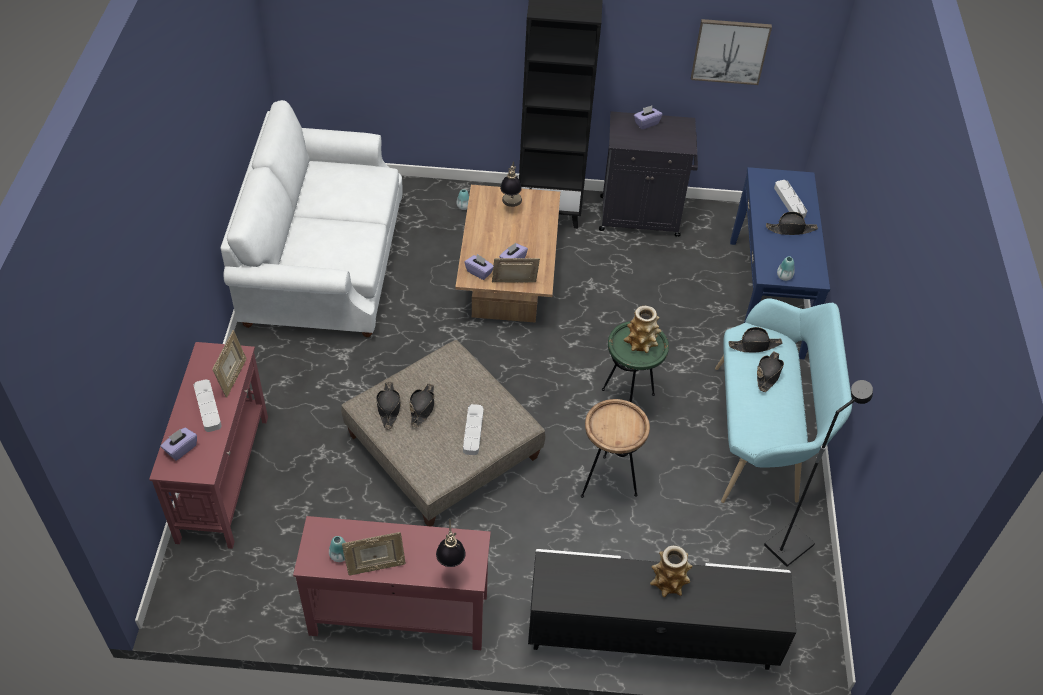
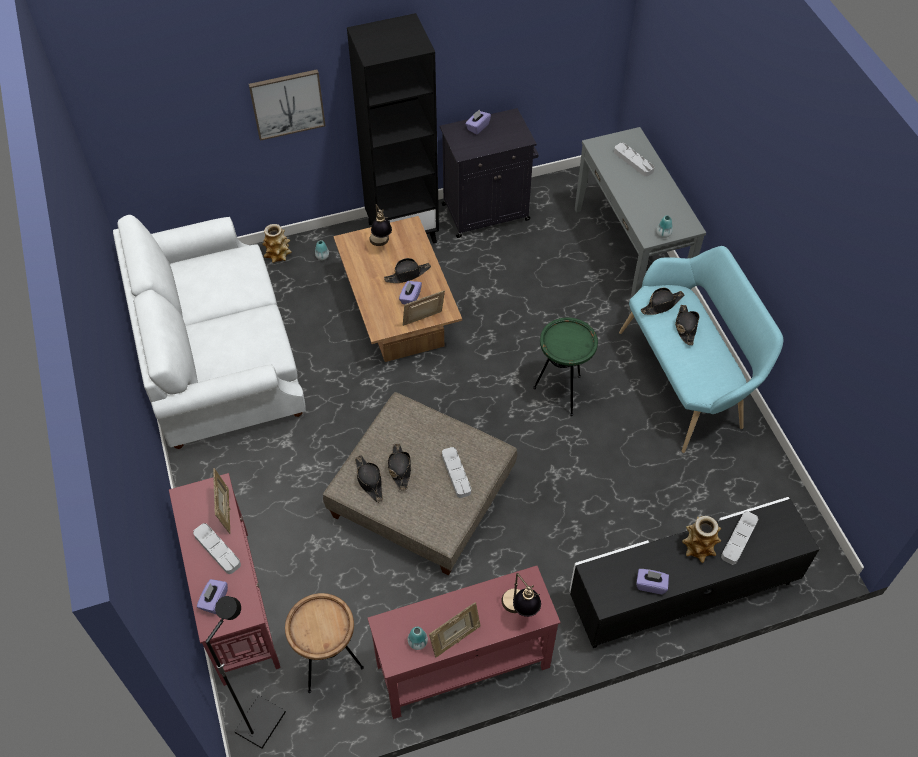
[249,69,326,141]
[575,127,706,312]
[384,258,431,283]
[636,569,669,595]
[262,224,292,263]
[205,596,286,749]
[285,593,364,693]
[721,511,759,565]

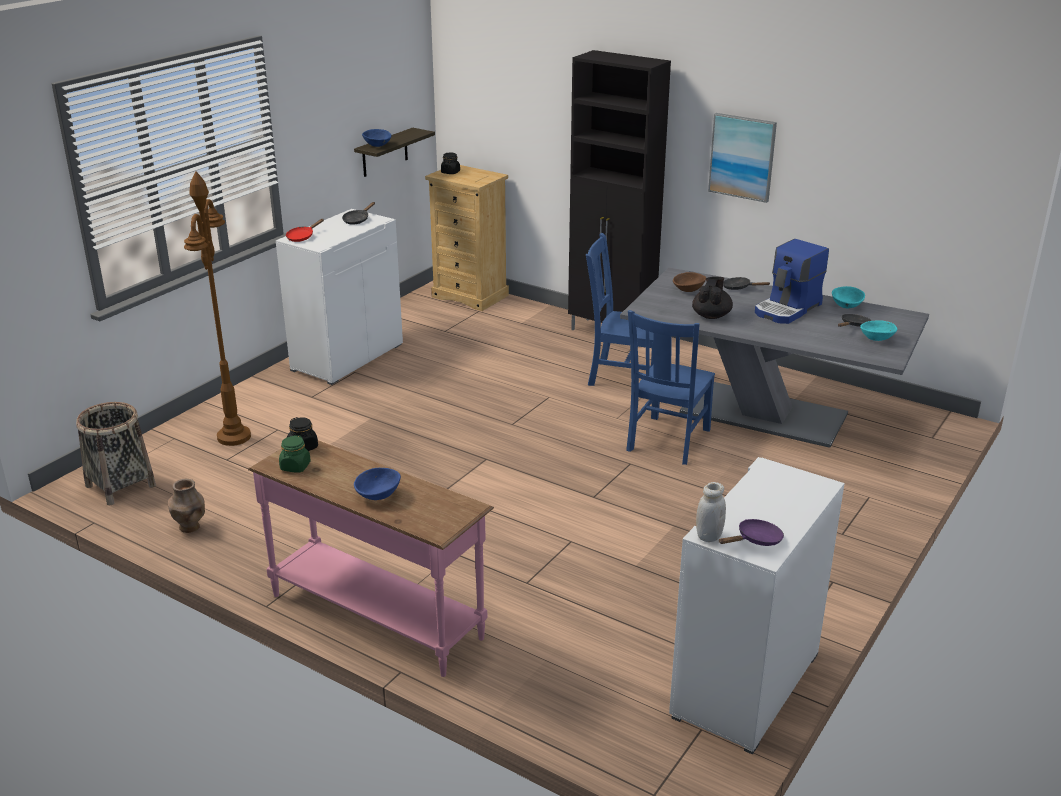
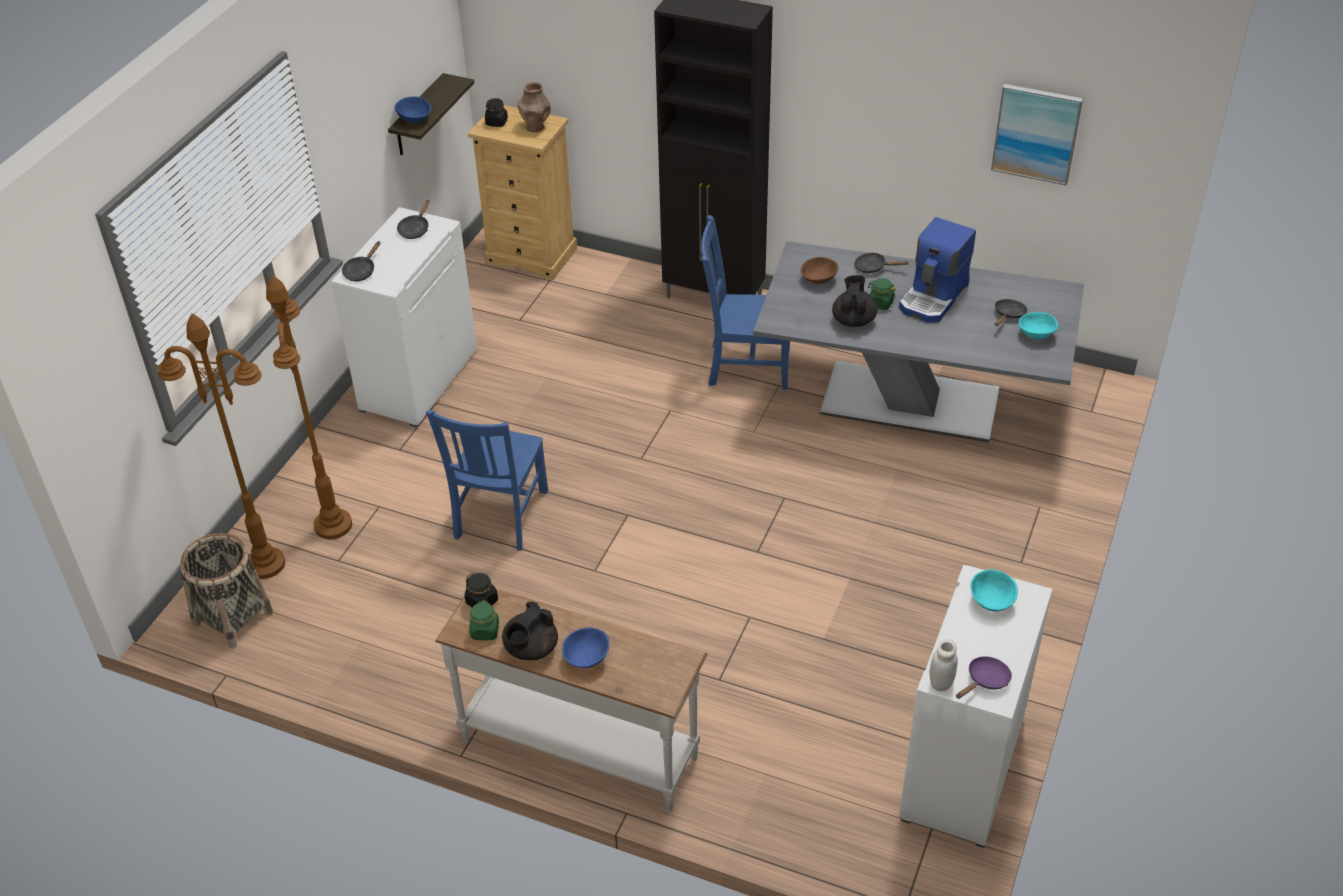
[991,84,1083,185]
[342,241,380,281]
[971,569,1018,612]
[426,410,548,550]
[435,588,708,812]
[517,82,551,132]
[868,278,896,310]
[158,313,285,579]
[502,602,558,660]

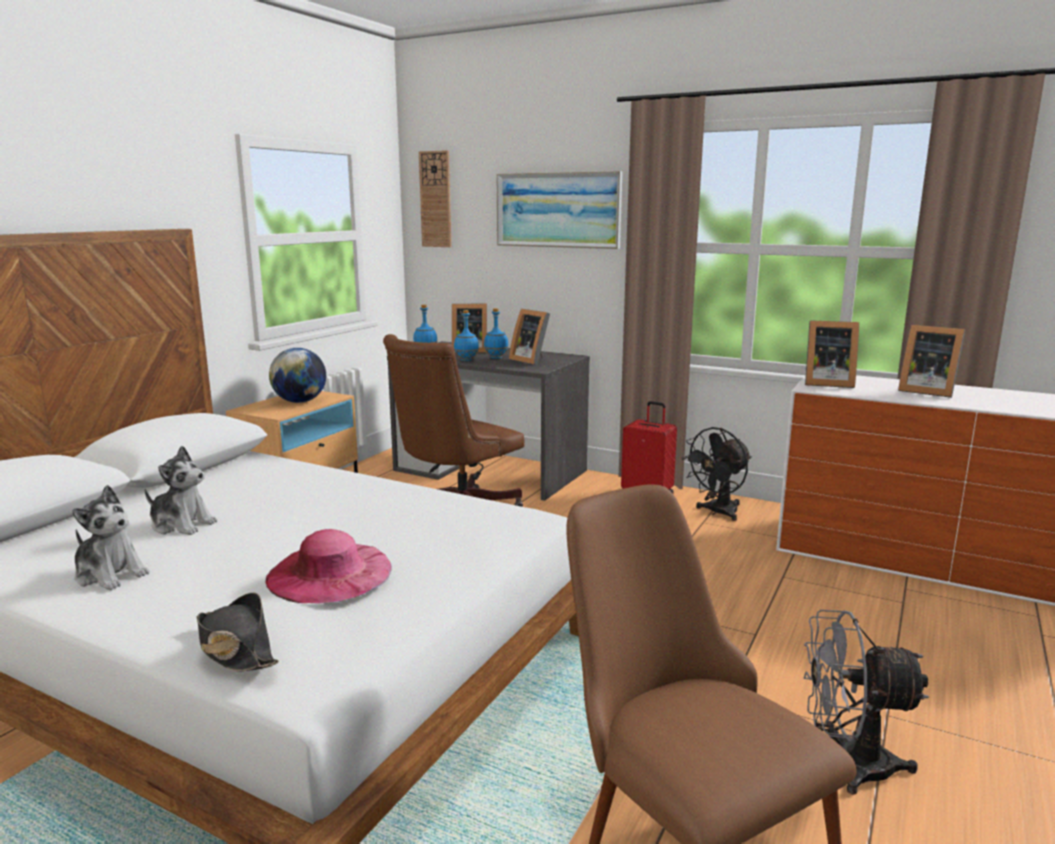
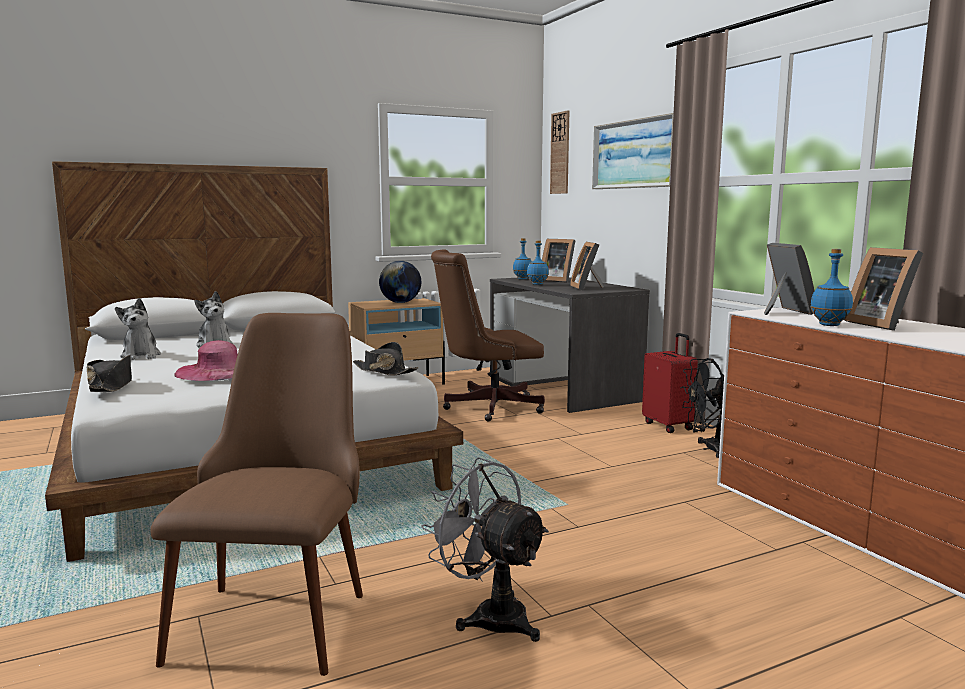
[810,249,853,326]
[764,243,814,315]
[353,342,418,376]

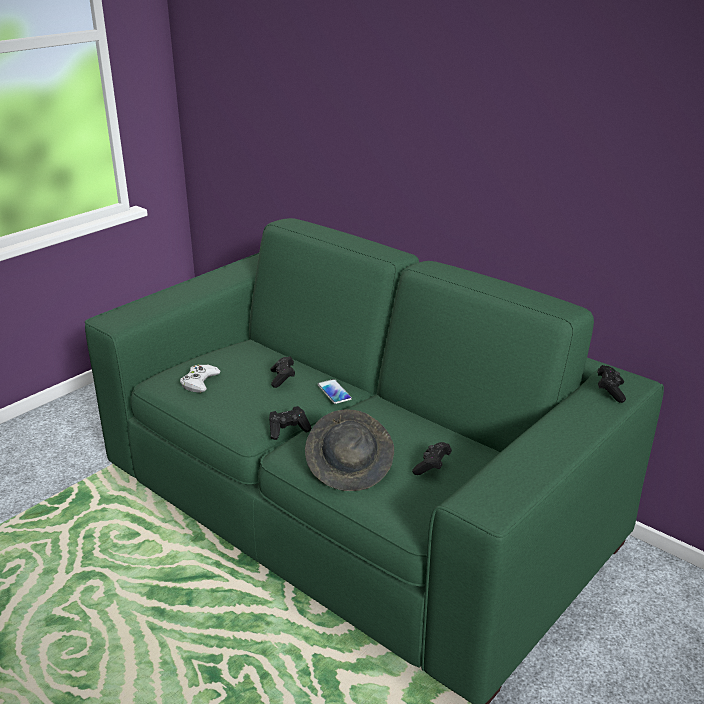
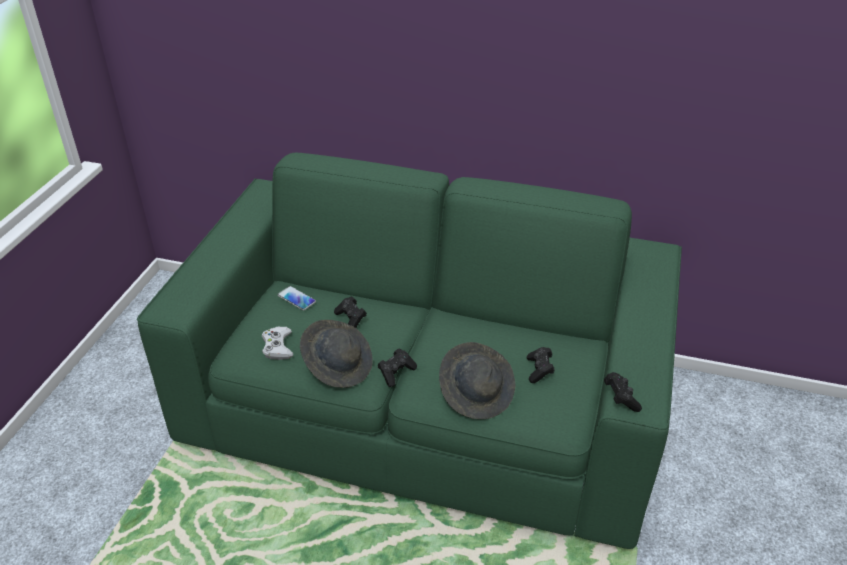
[604,372,642,412]
[278,286,316,310]
[300,320,373,388]

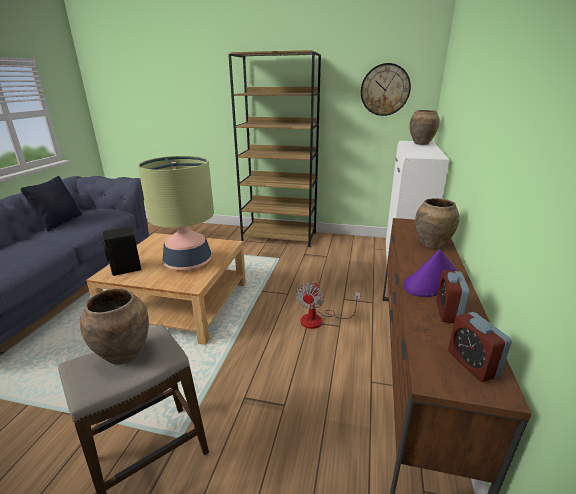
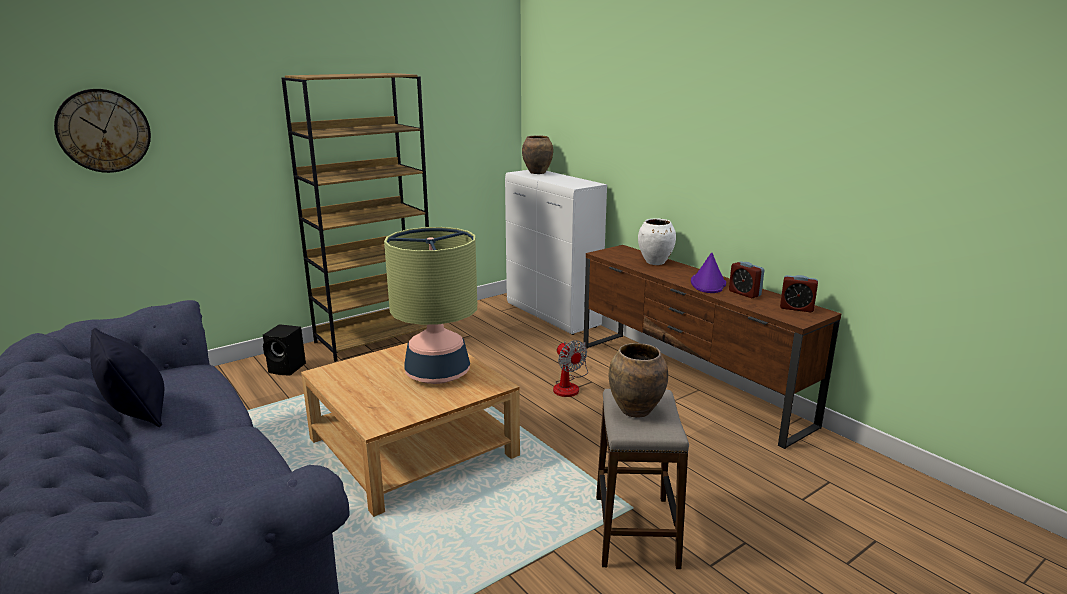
[54,89,151,173]
[638,219,676,265]
[263,324,306,375]

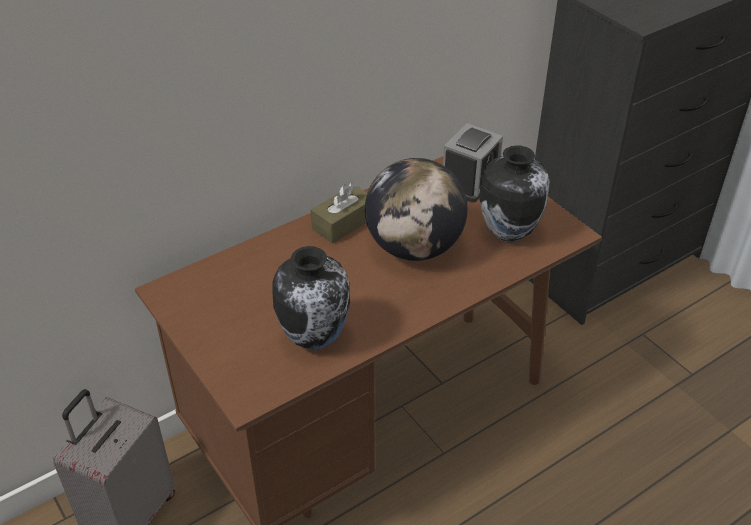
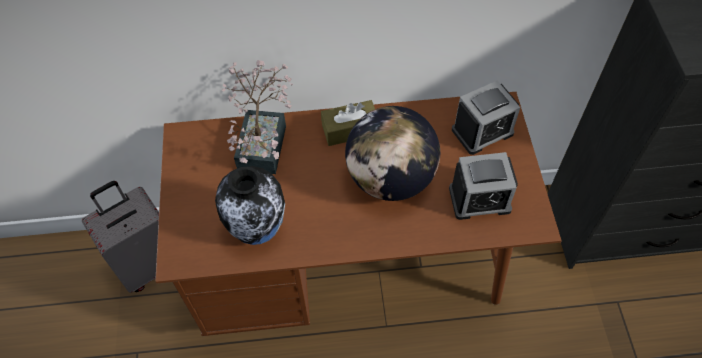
[449,152,518,220]
[222,60,293,174]

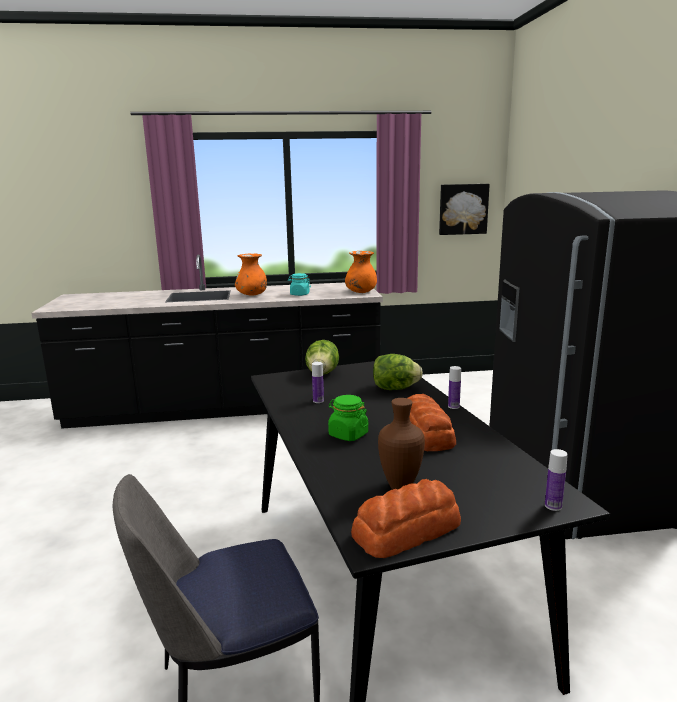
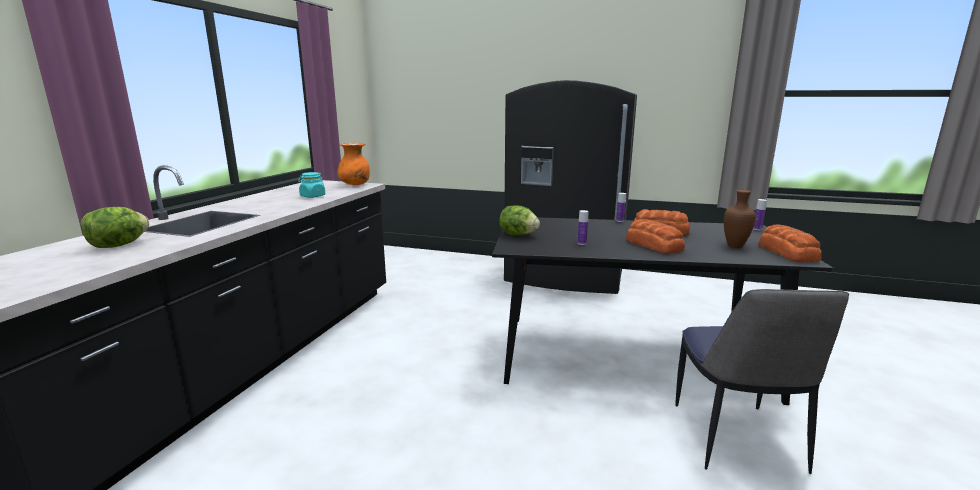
[439,184,490,235] (first image)
[235,253,267,295] (first image)
[81,207,149,248]
[626,219,685,254]

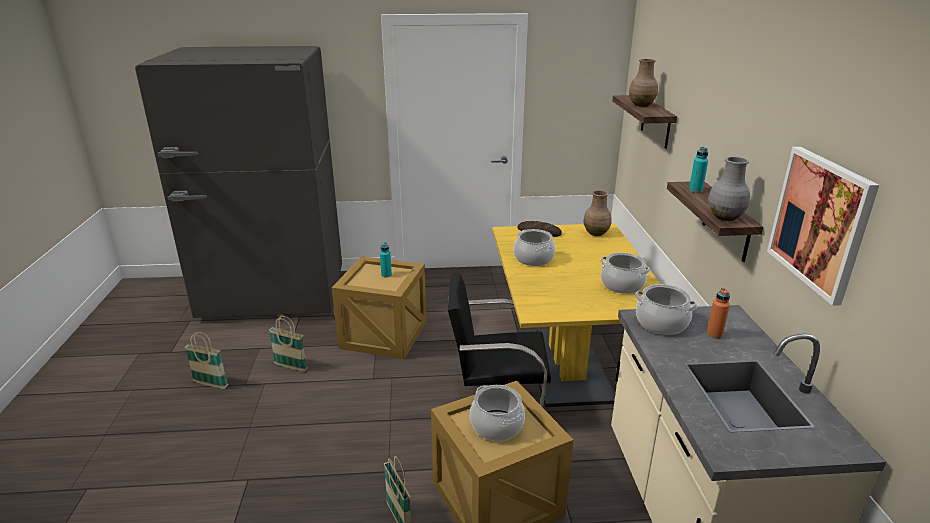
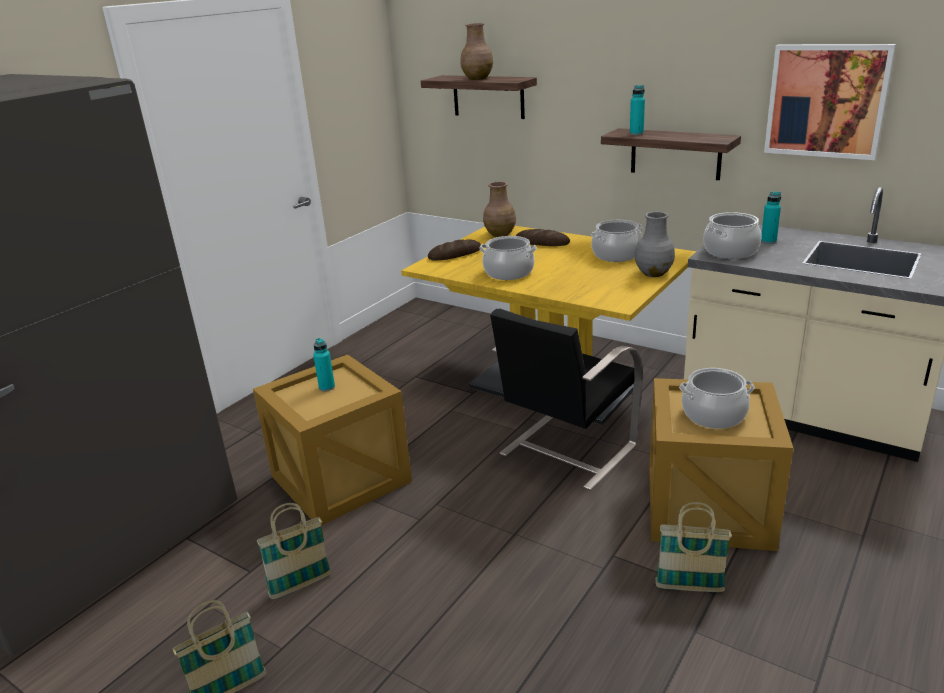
[635,212,675,277]
[761,191,781,244]
[516,229,570,246]

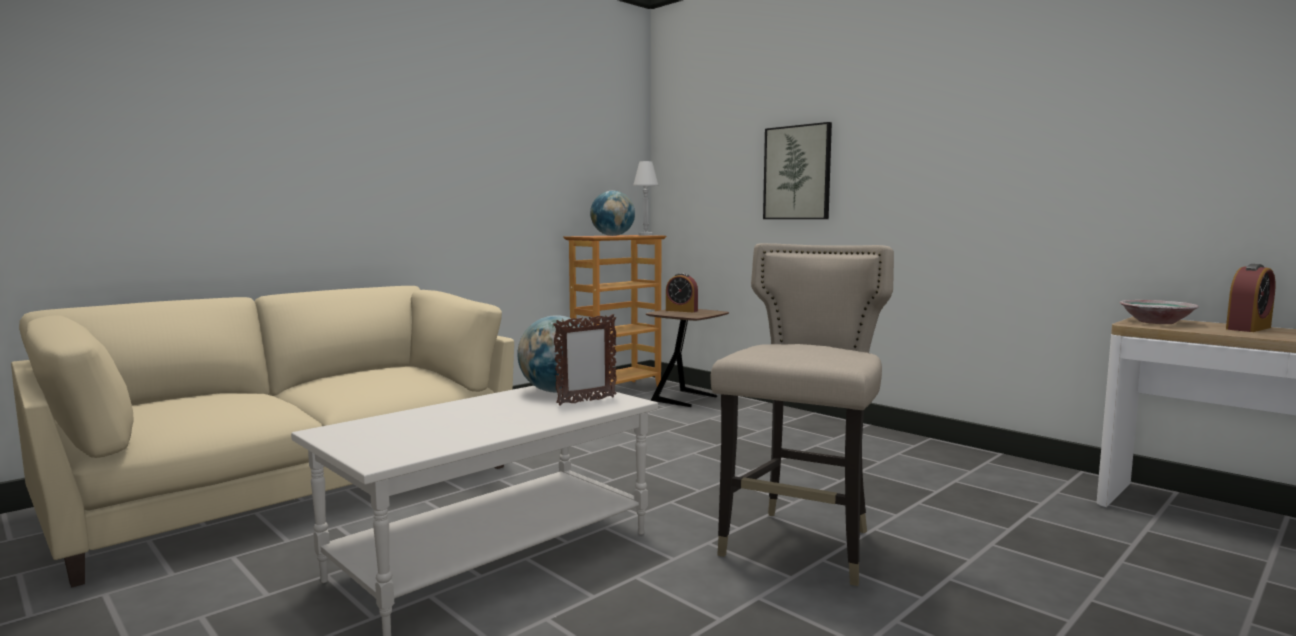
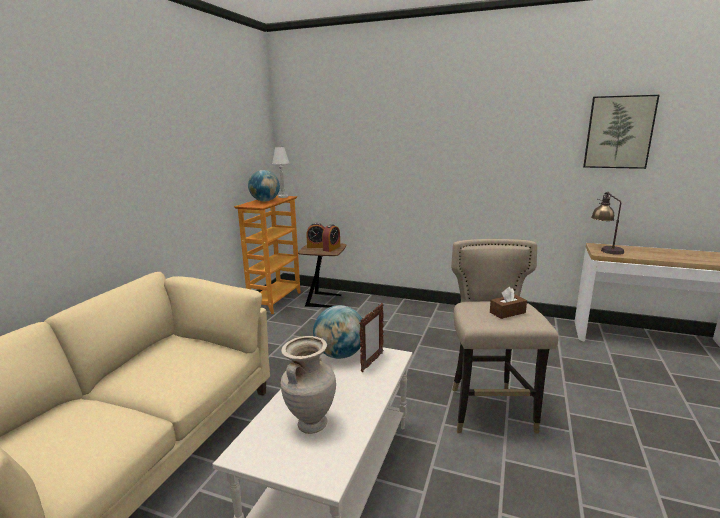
[583,95,659,169]
[322,224,340,252]
[591,192,624,255]
[490,287,527,319]
[281,336,336,434]

